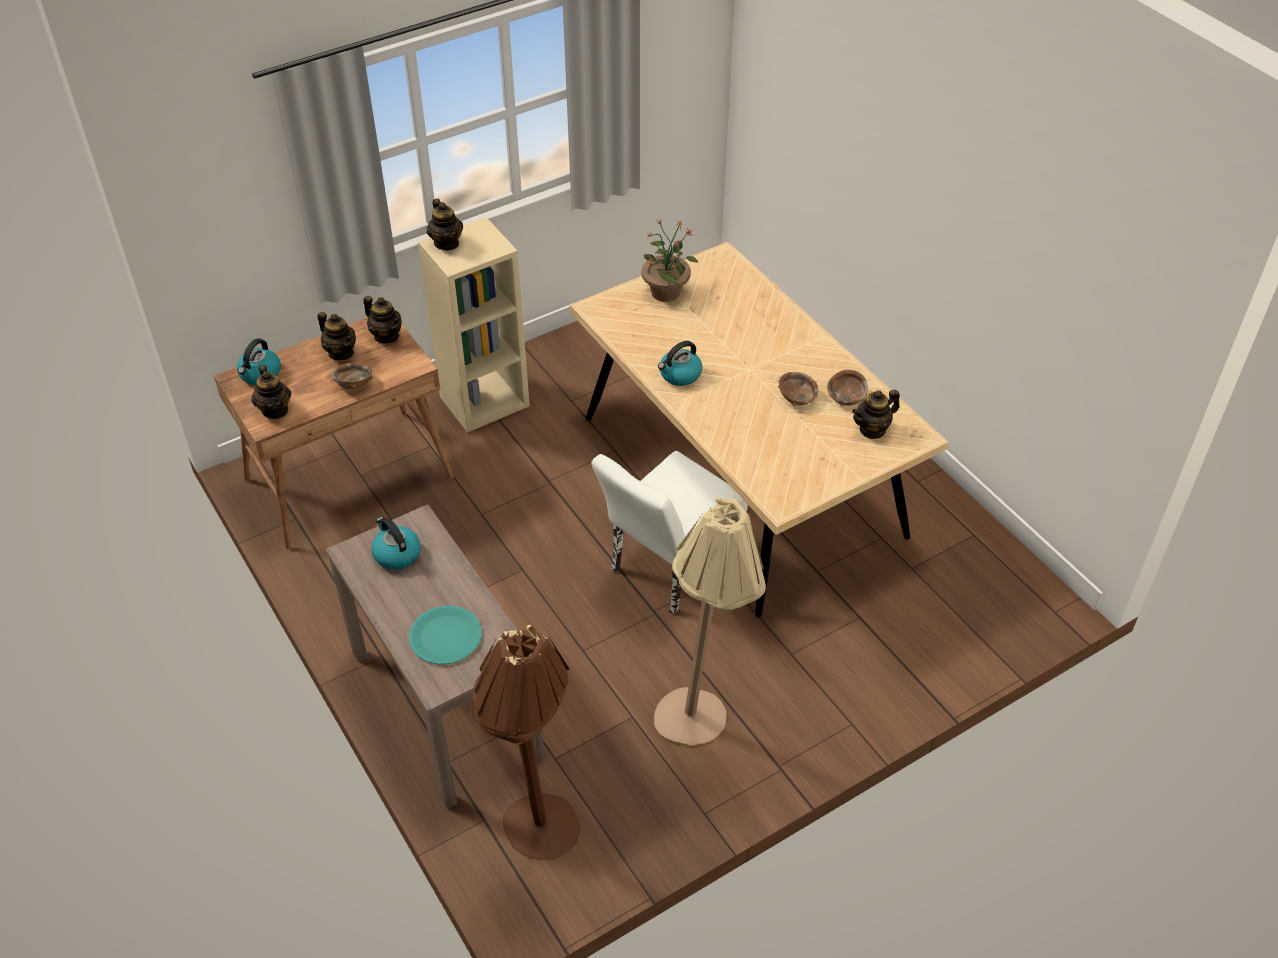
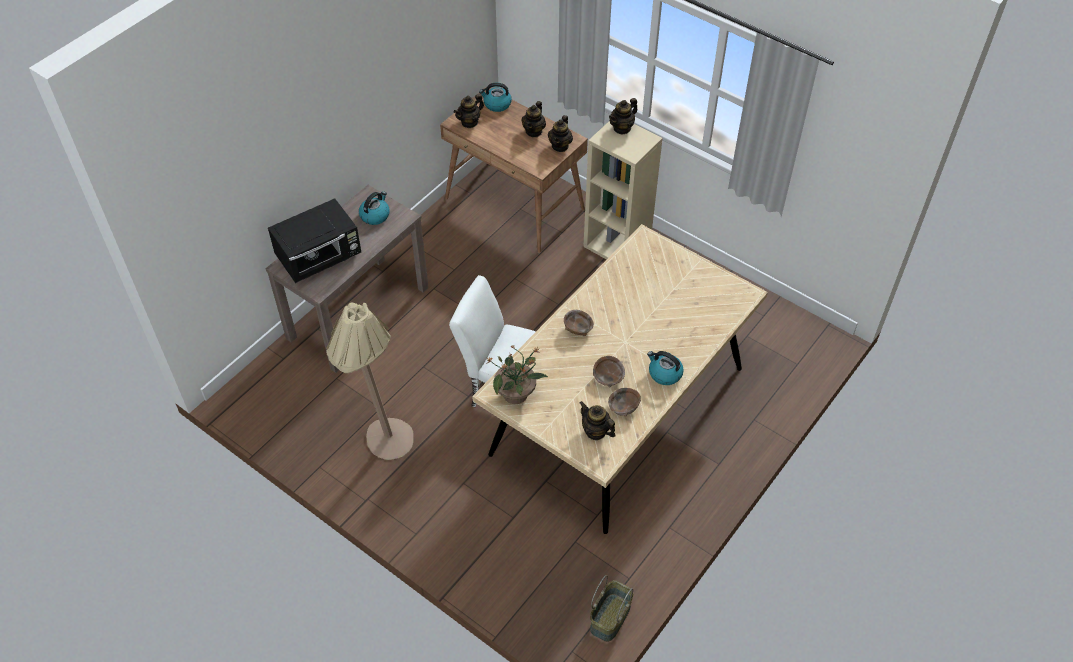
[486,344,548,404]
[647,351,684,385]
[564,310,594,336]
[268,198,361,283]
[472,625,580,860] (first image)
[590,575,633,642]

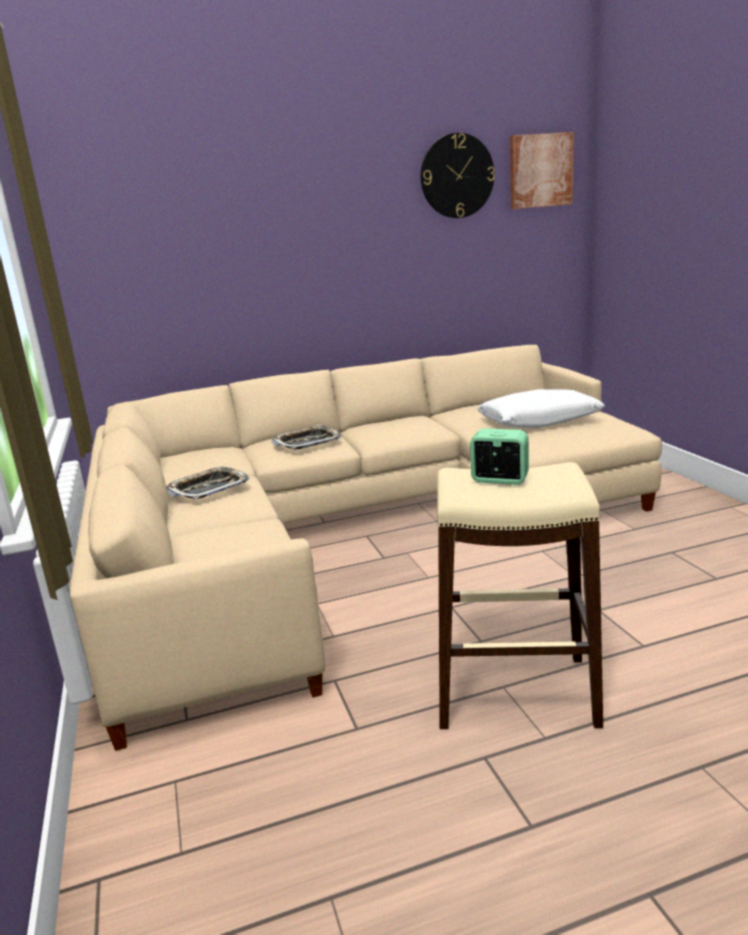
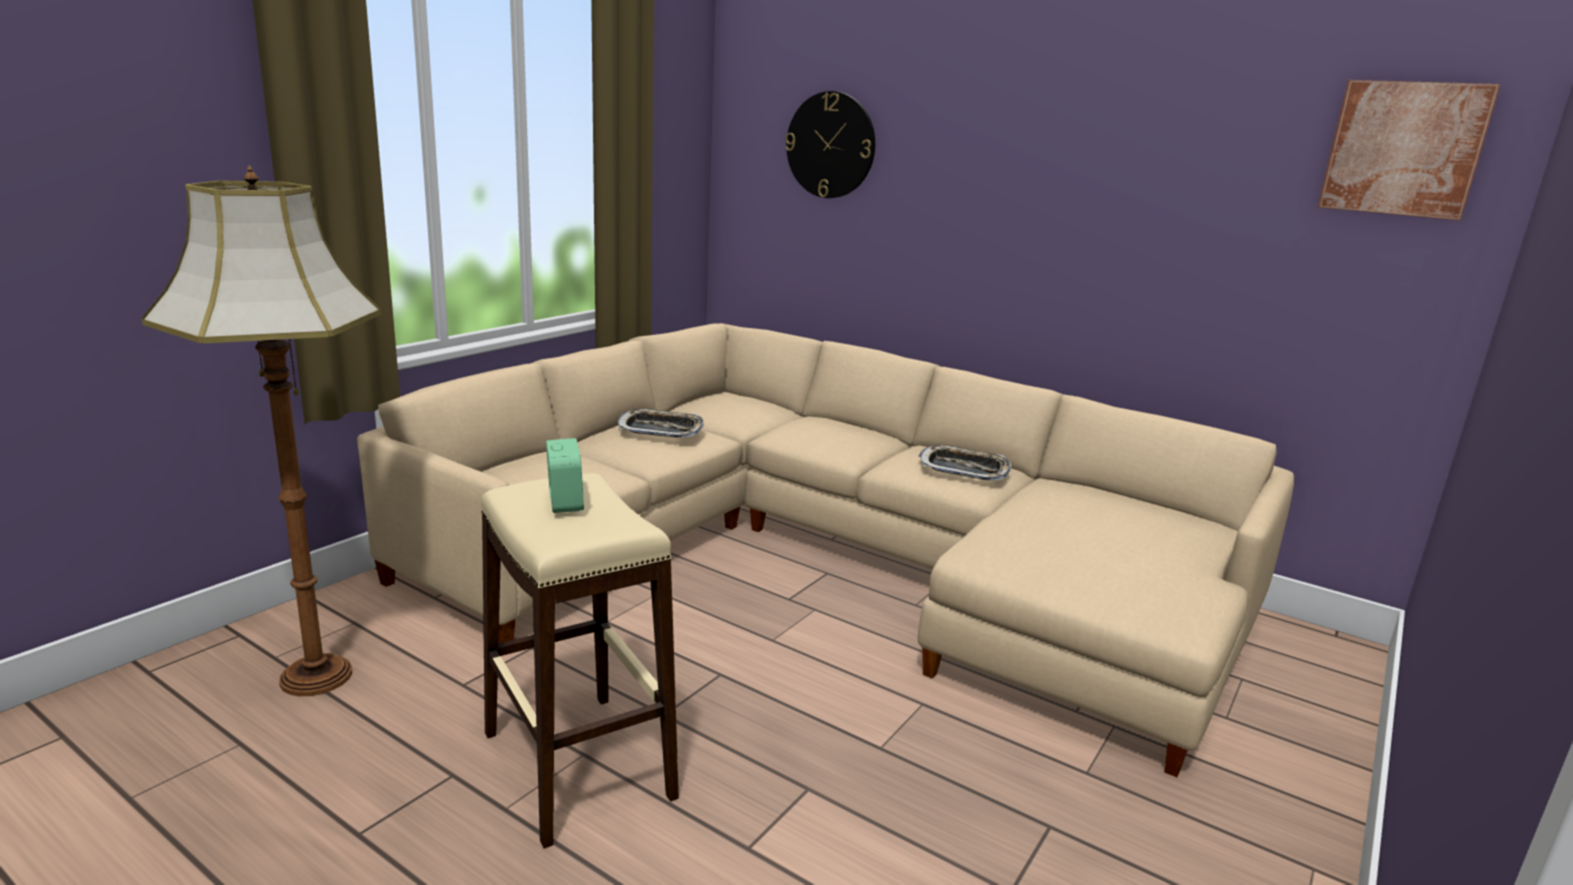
[785,91,875,198]
[477,389,605,428] (first image)
[919,445,1011,481]
[141,165,381,696]

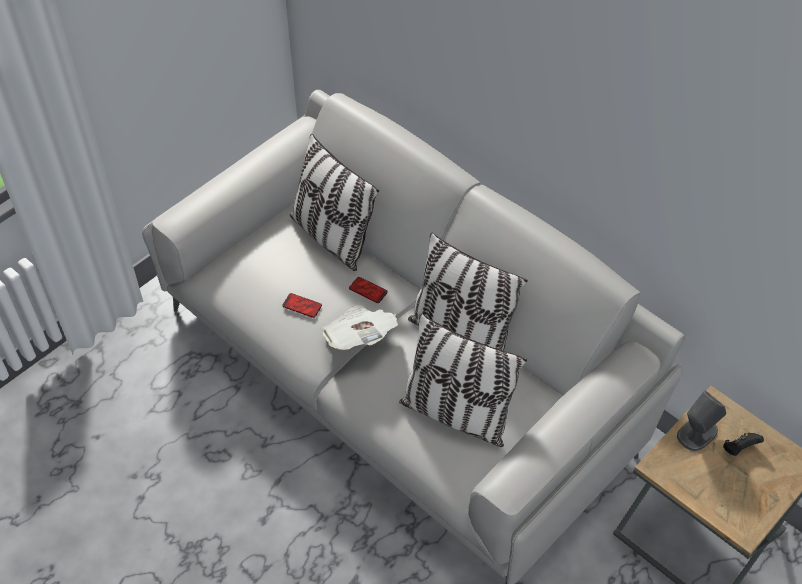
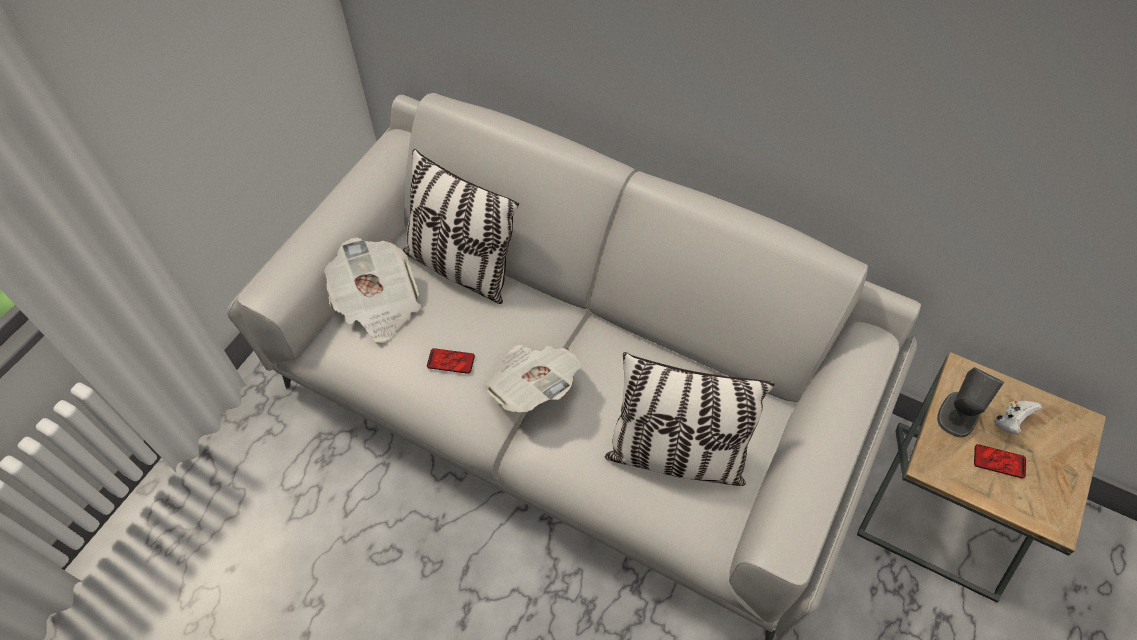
[408,232,528,351] (first image)
[974,444,1026,479]
[994,401,1042,434]
[325,237,421,343]

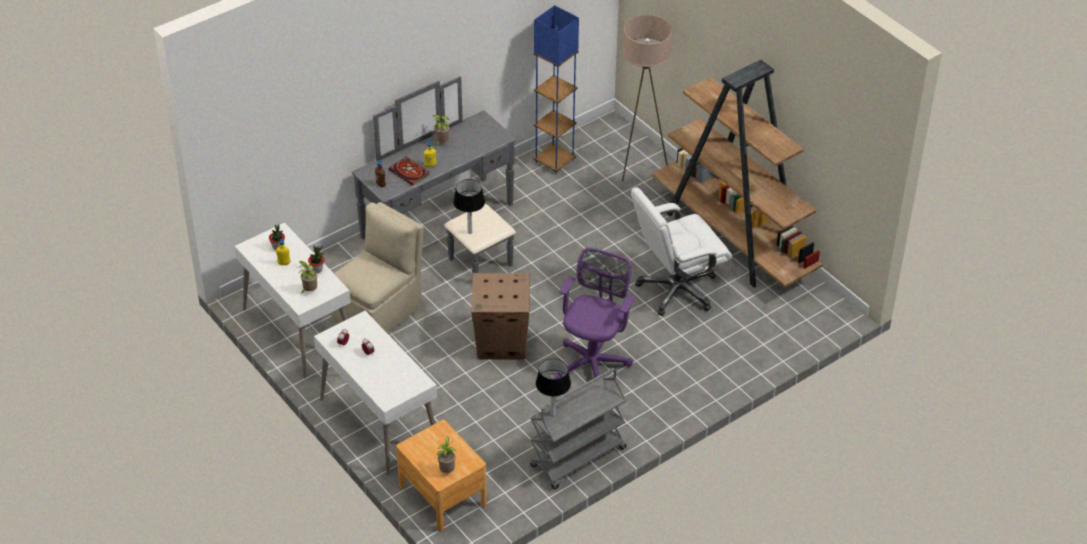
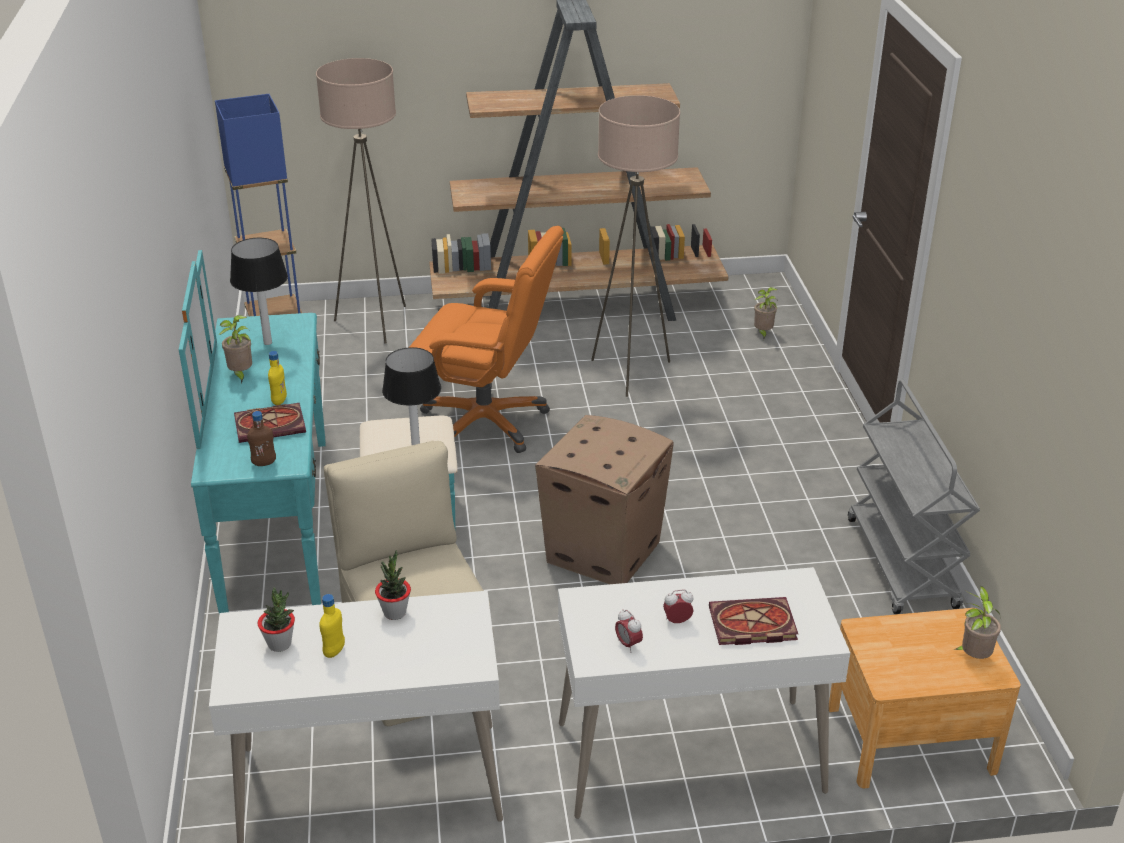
[179,250,457,614]
[591,95,680,397]
[554,248,636,381] (first image)
[754,287,778,340]
[230,238,288,345]
[409,226,564,453]
[709,597,798,645]

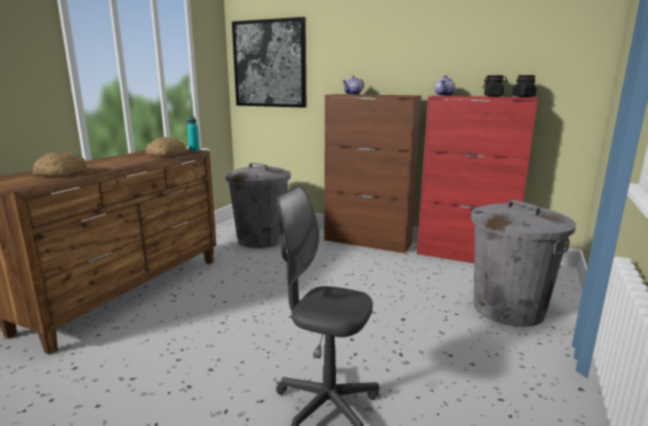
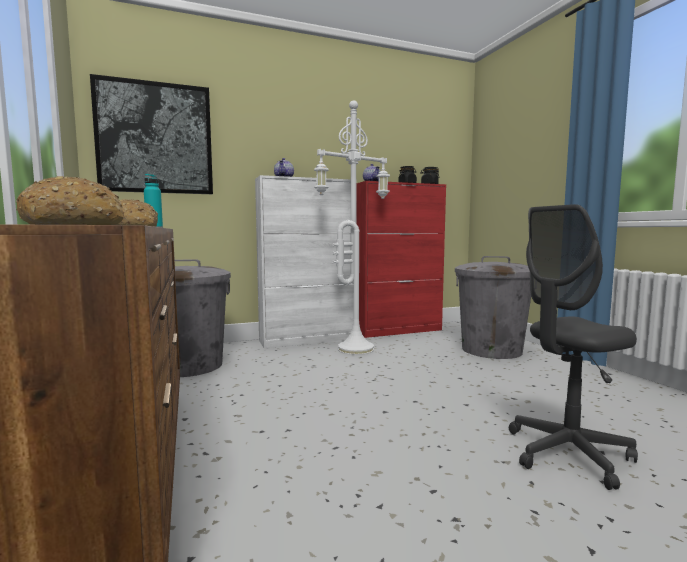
[255,175,357,349]
[314,100,390,355]

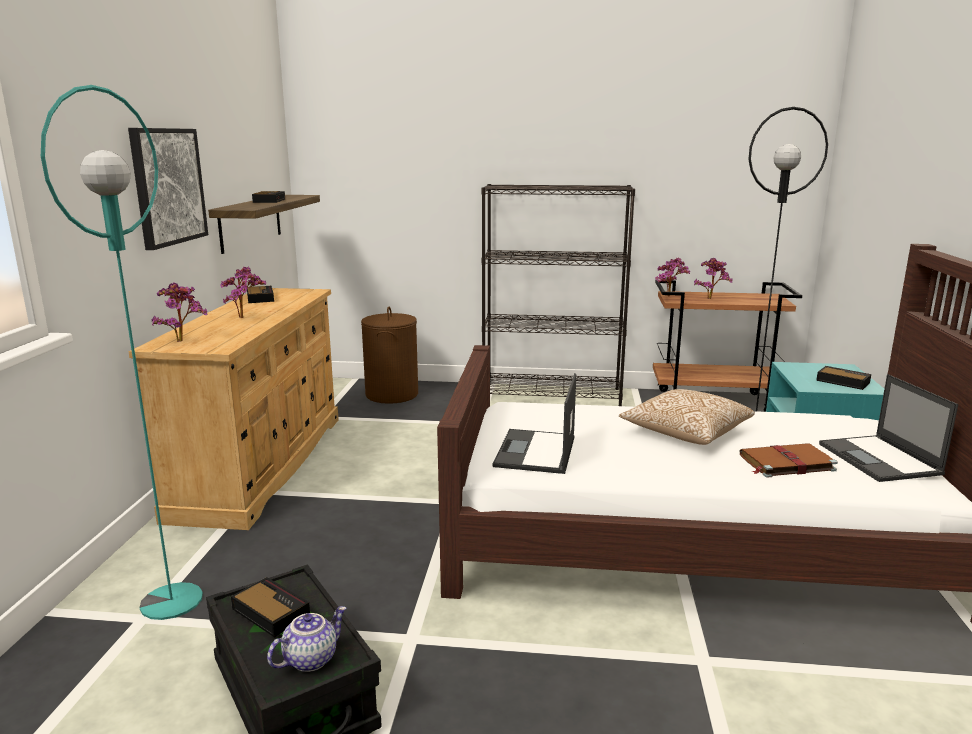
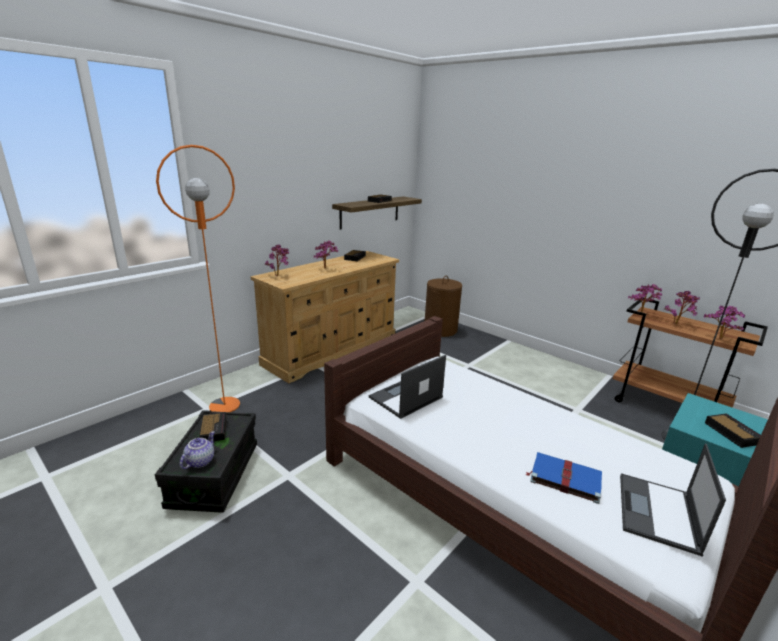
[156,145,240,412]
[128,128,208,250] (first image)
[481,184,635,406] (first image)
[619,389,755,445] (first image)
[526,452,602,504]
[180,431,215,469]
[704,305,745,339]

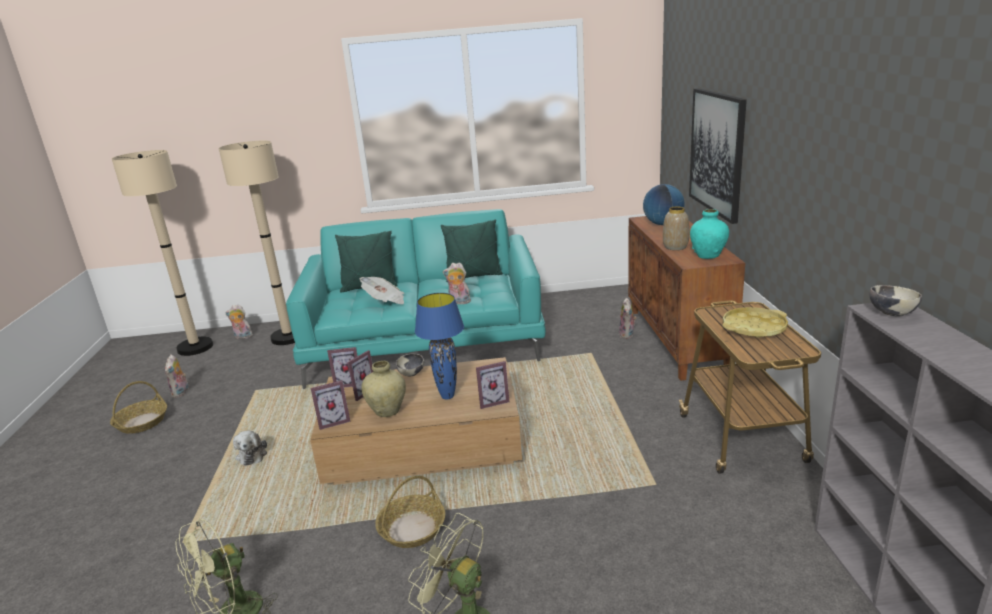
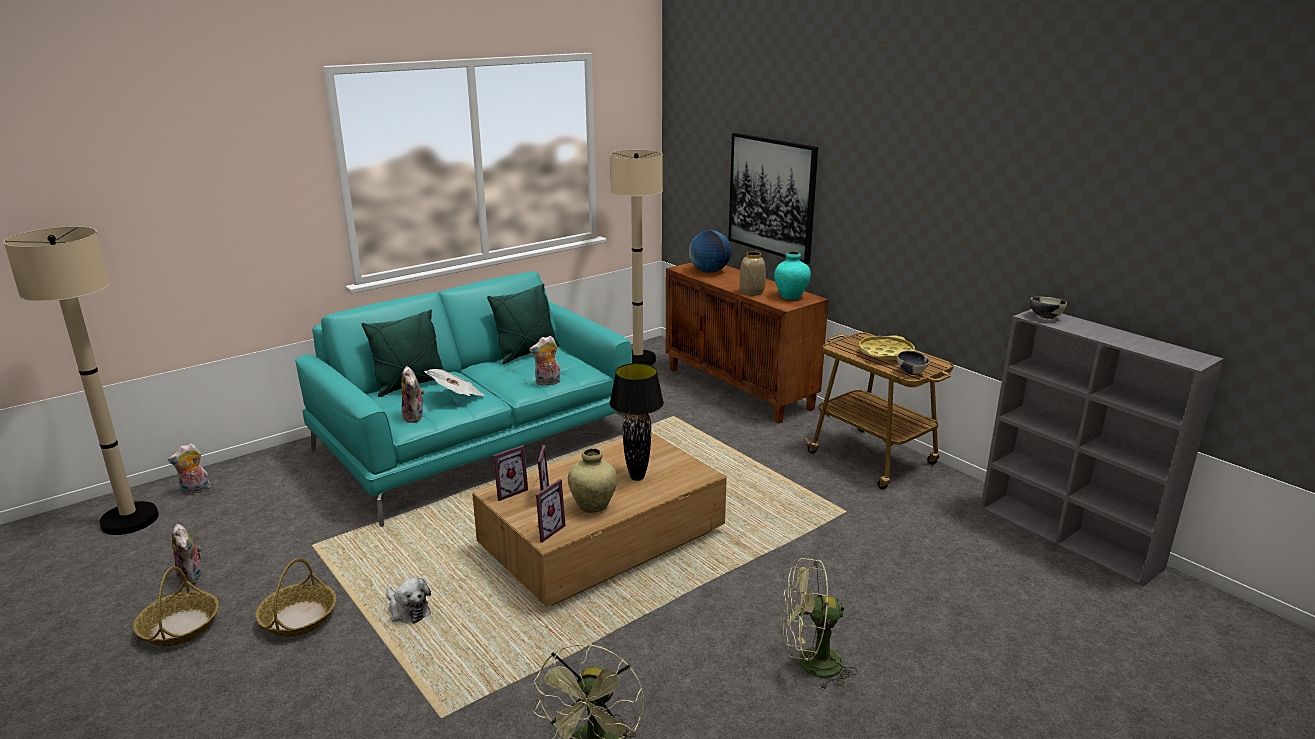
[610,150,663,365]
[609,363,664,481]
[401,366,425,423]
[897,351,929,375]
[476,361,509,409] (first image)
[256,558,336,637]

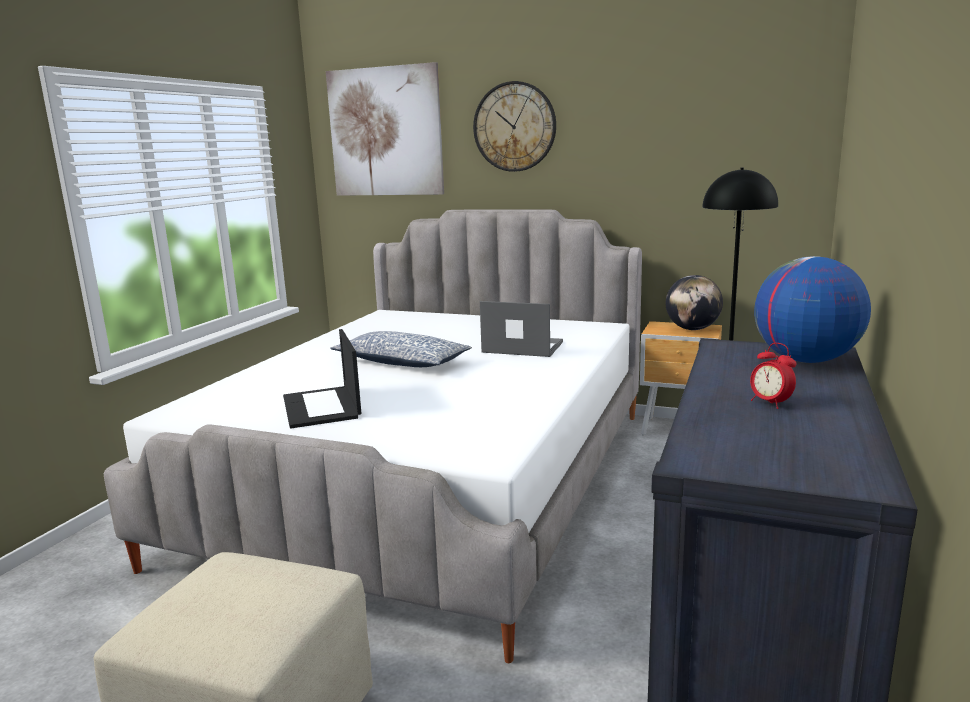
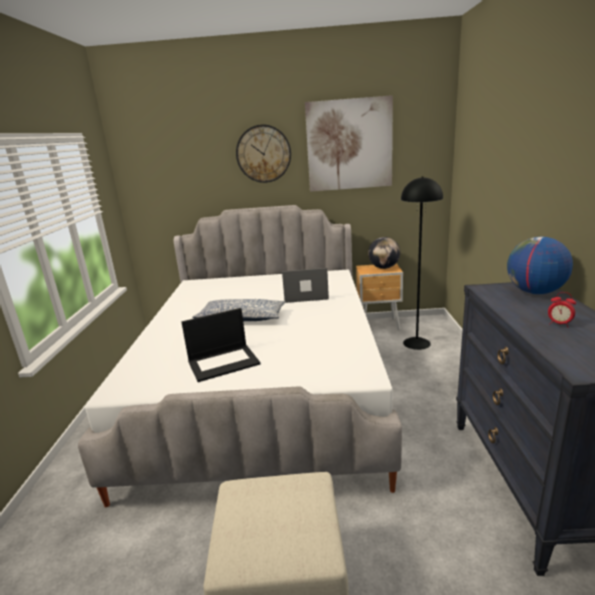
[305,95,393,192]
[181,308,260,382]

